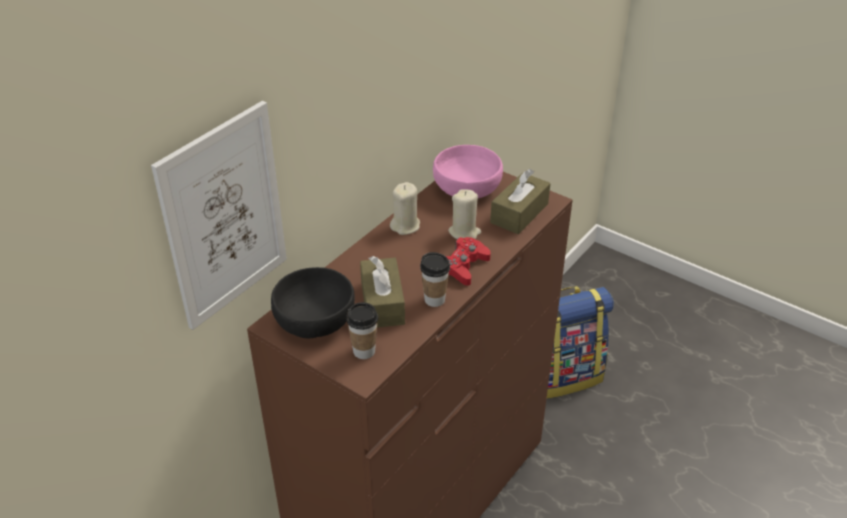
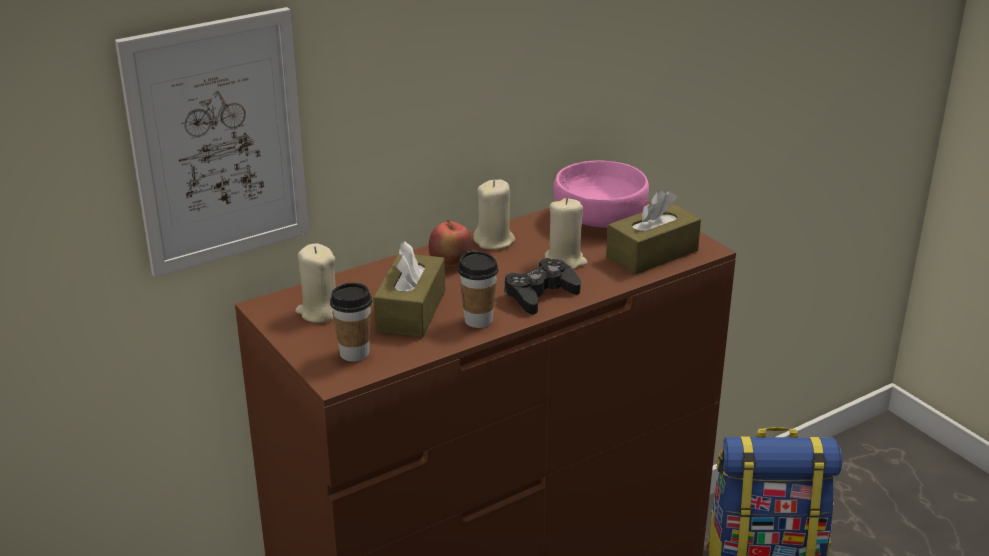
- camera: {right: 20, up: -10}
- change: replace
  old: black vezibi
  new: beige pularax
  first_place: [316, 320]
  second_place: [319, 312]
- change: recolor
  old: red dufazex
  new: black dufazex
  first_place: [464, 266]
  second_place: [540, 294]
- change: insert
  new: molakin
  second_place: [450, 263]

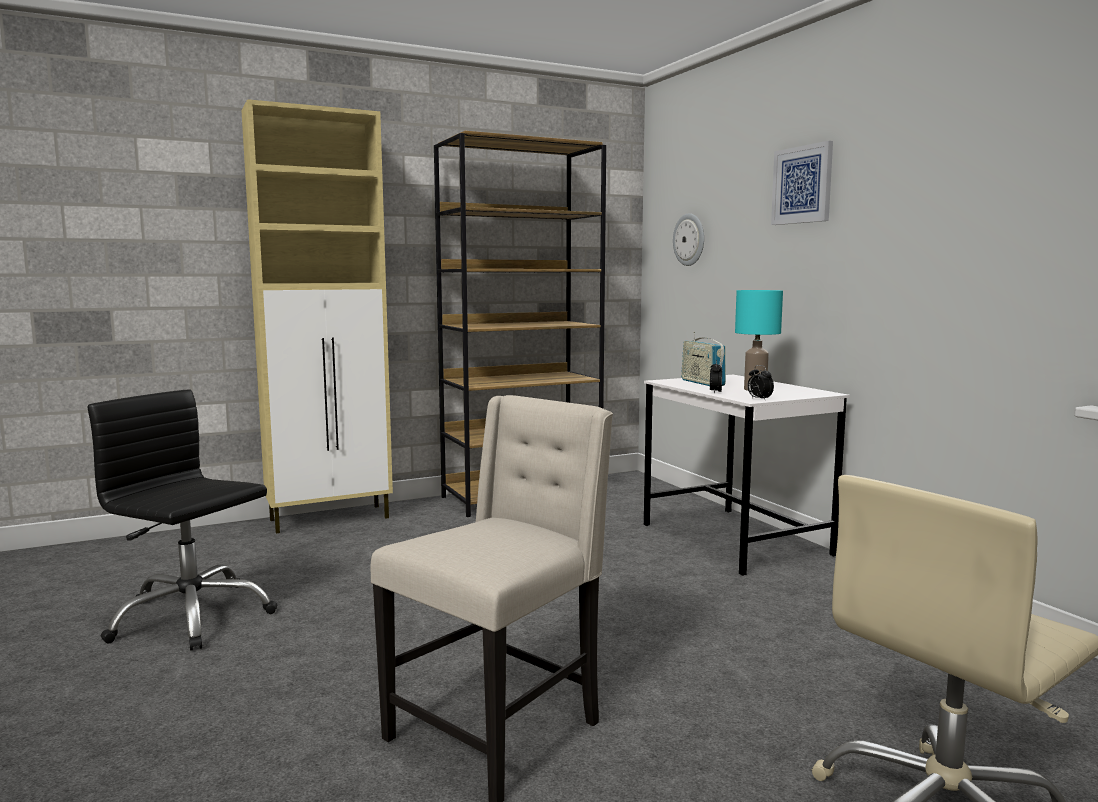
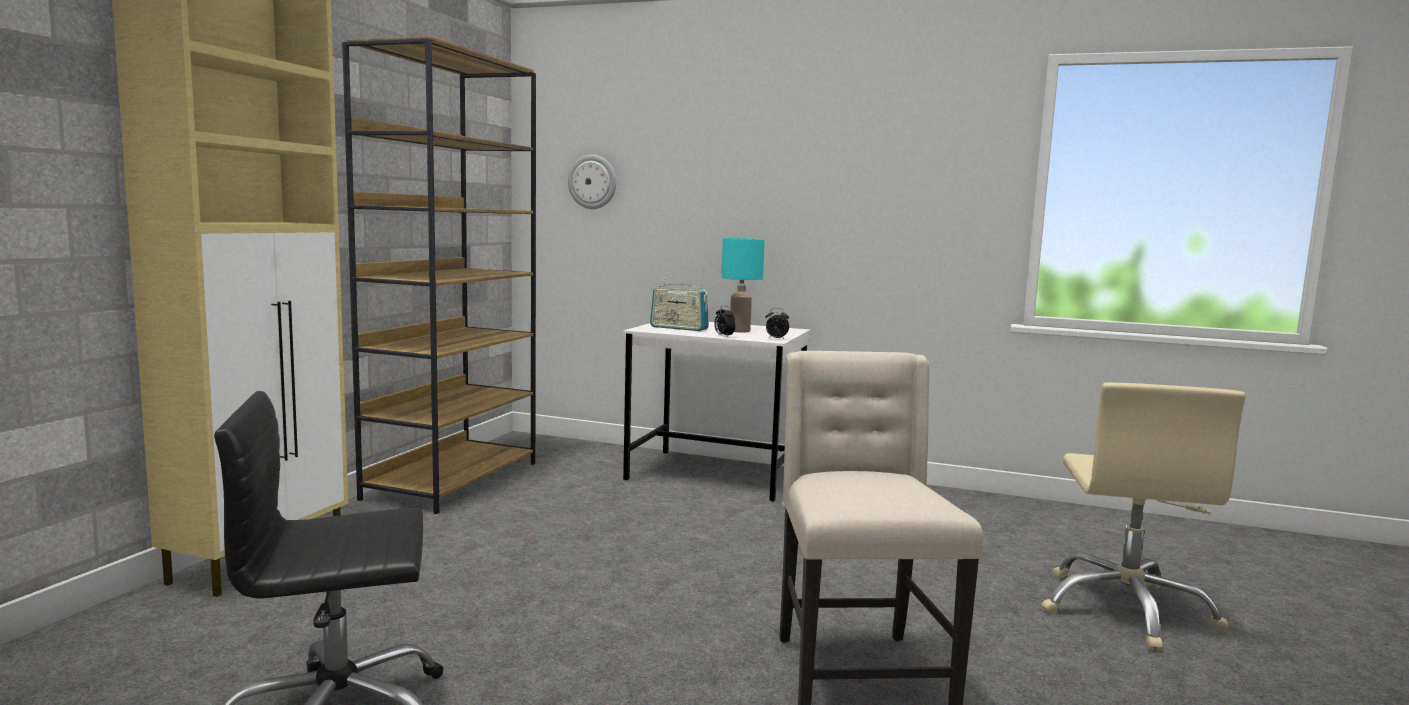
- camera: {right: -45, up: 0}
- change: delete
  old: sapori
  first_place: [802, 185]

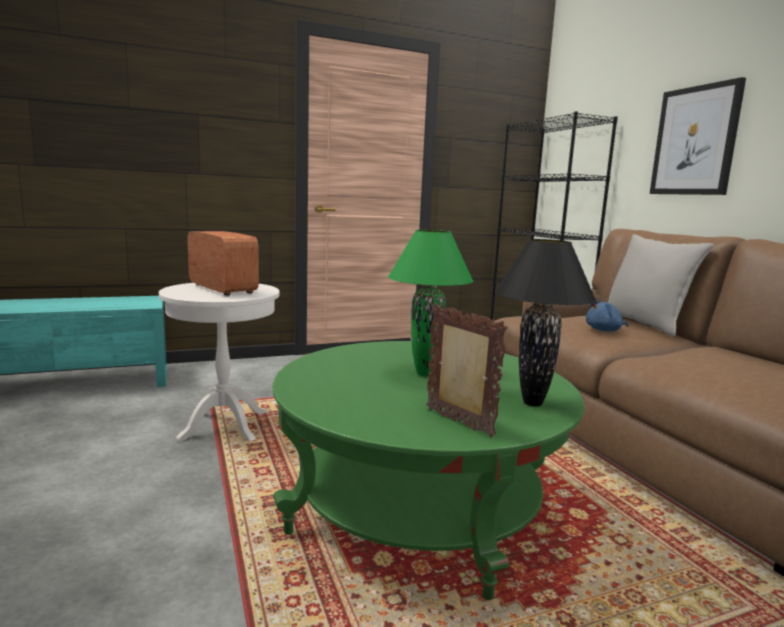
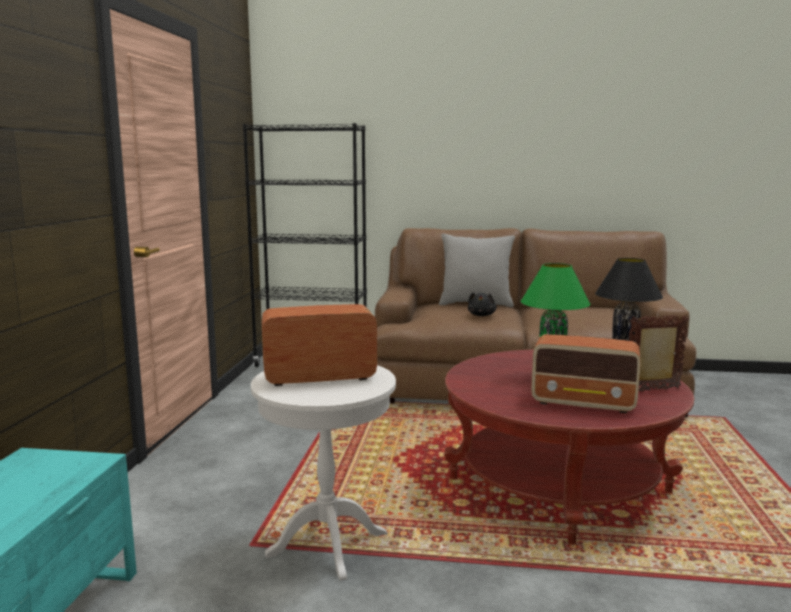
- camera: {right: -60, up: 0}
- change: recolor
  old: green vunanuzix
  new: red vunanuzix
  first_place: [418, 508]
  second_place: [559, 486]
- change: recolor
  old: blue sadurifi
  new: black sadurifi
  first_place: [605, 330]
  second_place: [481, 315]
- change: delete
  old: sapori
  first_place: [695, 141]
- change: insert
  new: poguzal
  second_place: [584, 403]

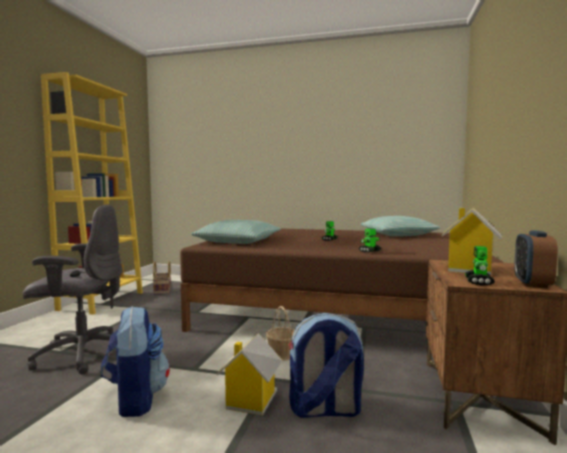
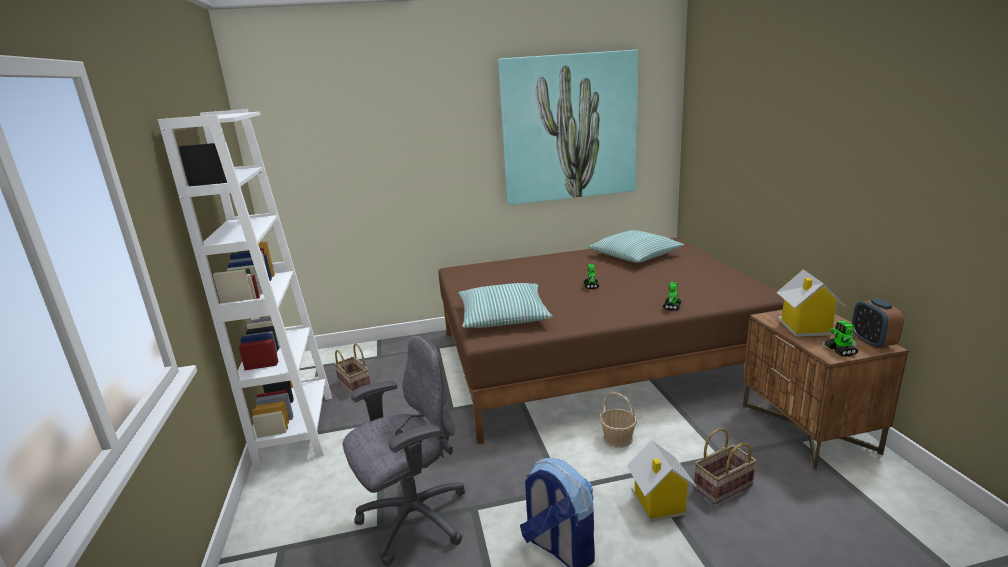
- camera: {right: -25, up: 15}
- change: recolor
  old: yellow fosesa
  new: white fosesa
  first_place: [102, 301]
  second_place: [296, 429]
- change: replace
  old: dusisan
  new: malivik
  first_place: [324, 410]
  second_place: [723, 488]
- change: insert
  new: sapori
  second_place: [569, 128]

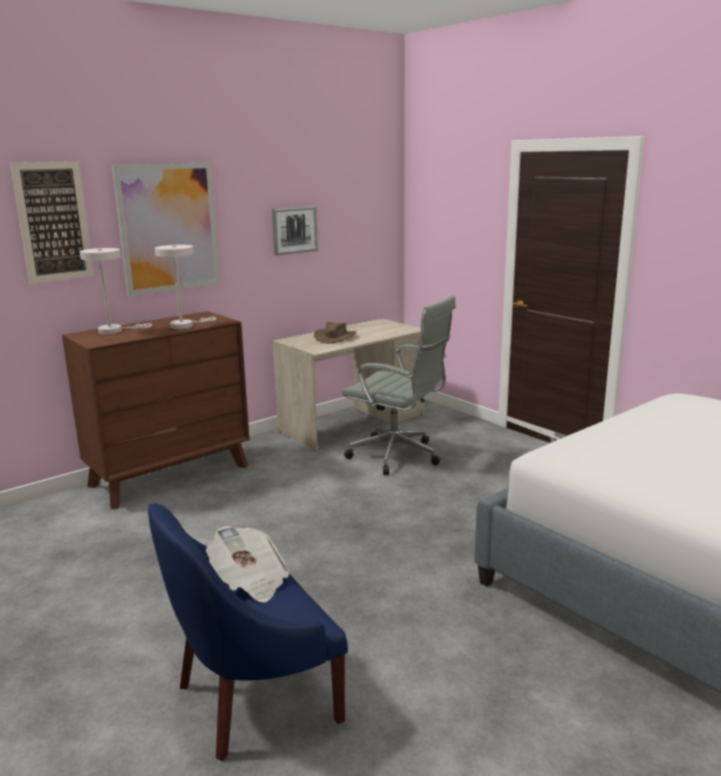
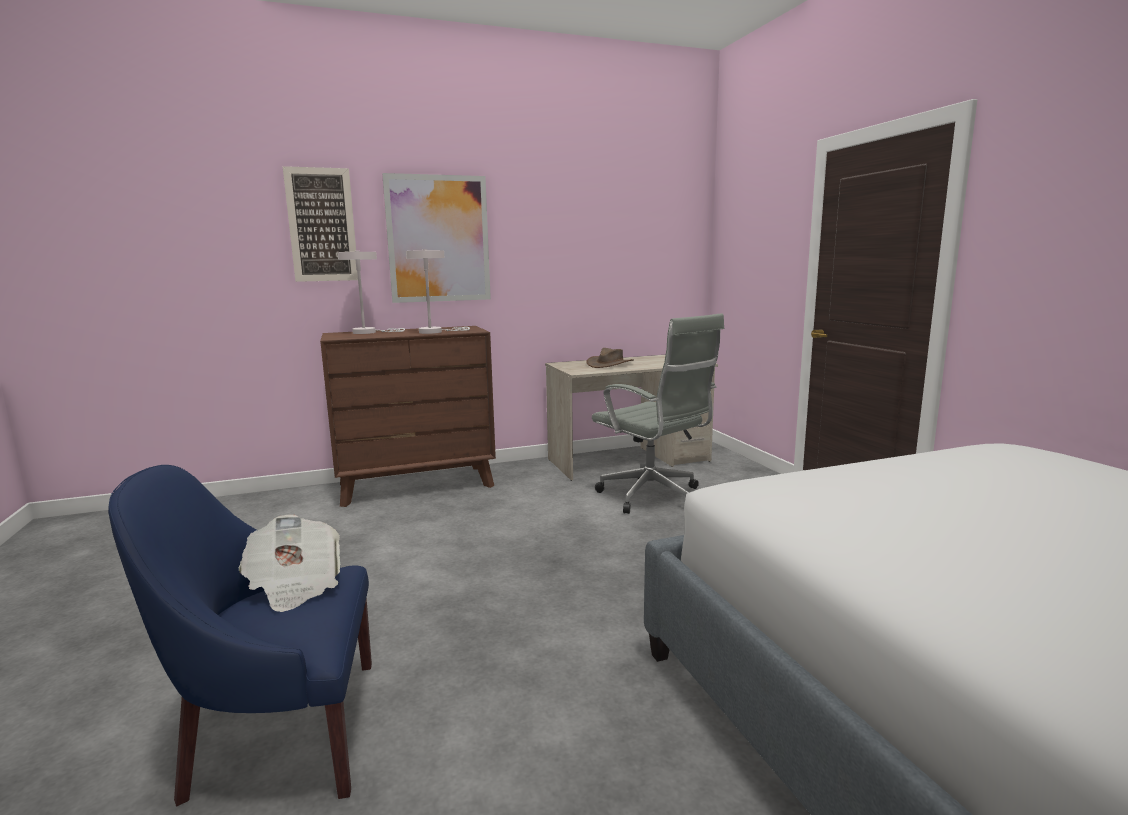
- camera: {right: 20, up: -5}
- change: delete
  old: sapori
  first_place: [294, 230]

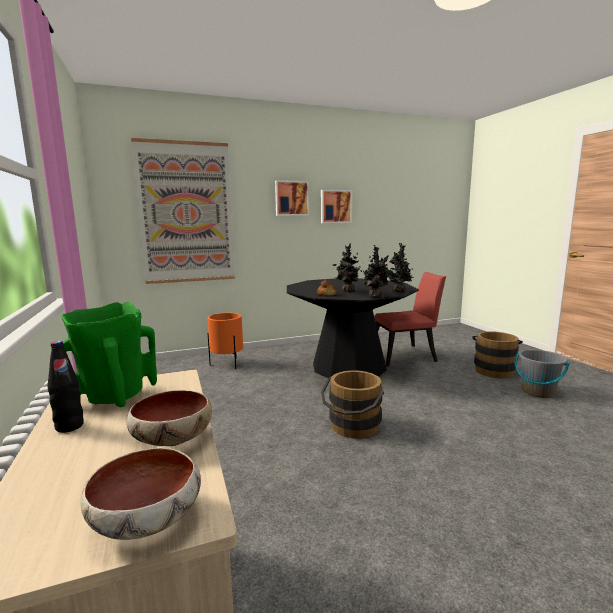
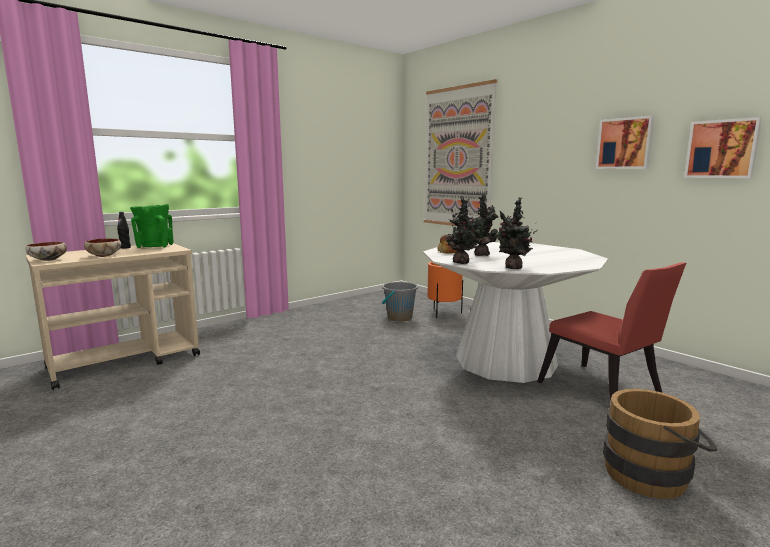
- camera: {right: 70, up: 0}
- change: move
  old: sapori
  first_place: [291, 198]
  second_place: [722, 149]
- change: recolor
  old: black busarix
  new: white busarix
  first_place: [349, 366]
  second_place: [505, 361]
- change: delete
  old: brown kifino
  first_place: [352, 428]
- change: move
  old: grey kifino
  first_place: [537, 392]
  second_place: [399, 318]

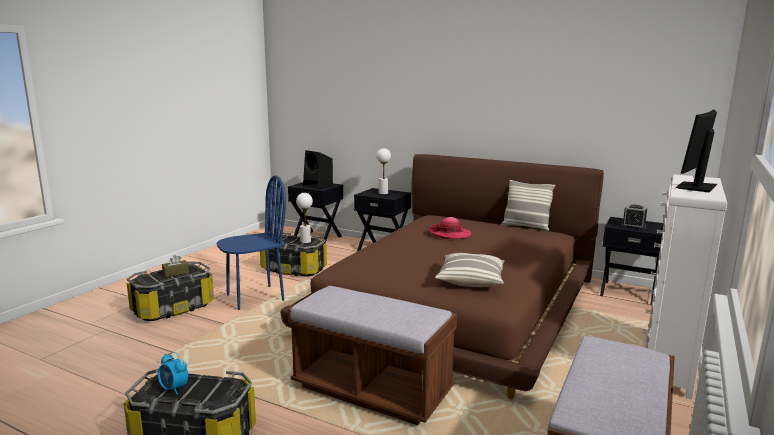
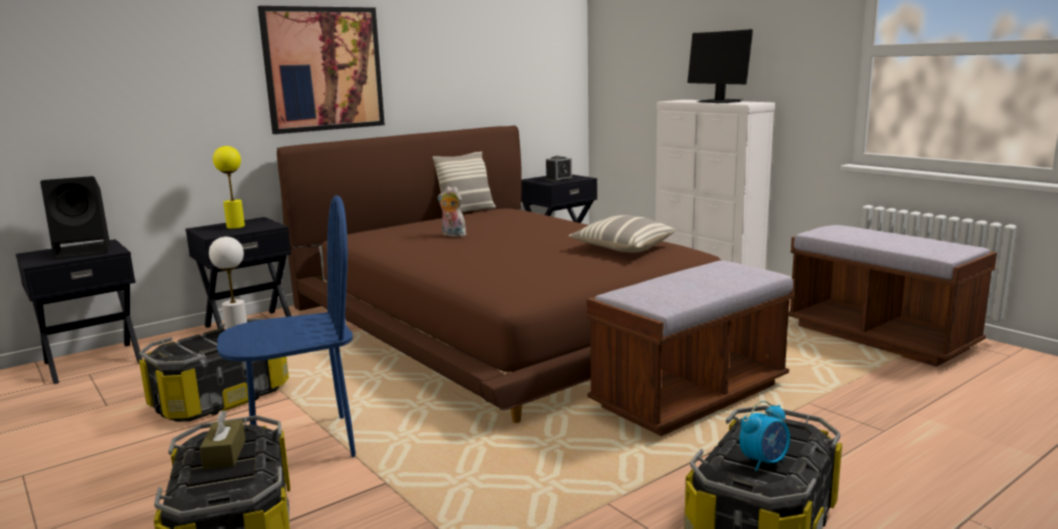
- camera: {right: -65, up: 0}
- change: rotate
  old: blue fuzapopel
  first_place: [255, 297]
  second_place: [302, 445]
  degrees: 75
- change: recolor
  old: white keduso
  new: yellow keduso
  first_place: [383, 193]
  second_place: [236, 226]
- change: replace
  old: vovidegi
  new: sadurifi
  first_place: [449, 234]
  second_place: [452, 235]
- change: insert
  new: sapori
  second_place: [323, 69]

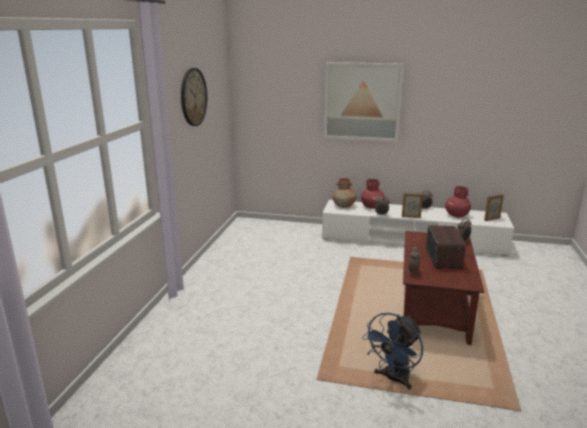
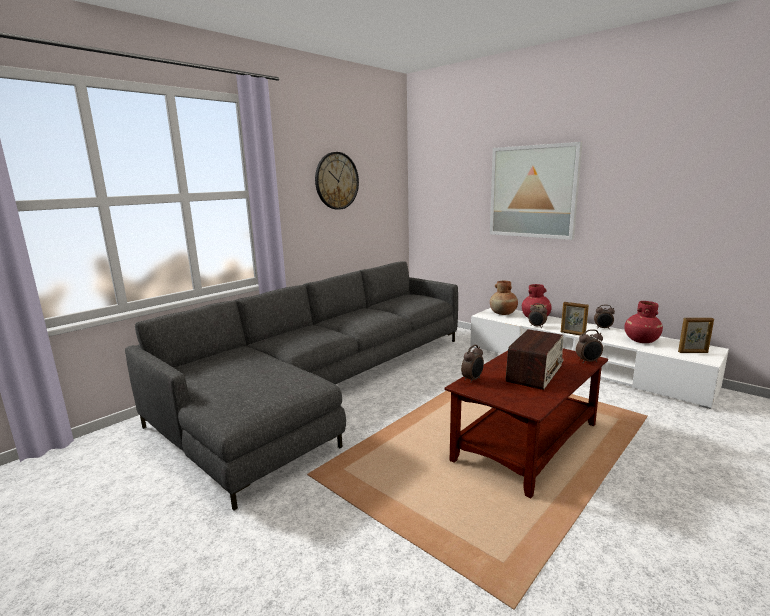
- camera: {right: 30, up: -5}
- change: delete
  old: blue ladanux
  first_place: [393, 379]
- change: insert
  new: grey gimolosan
  second_place: [322, 387]

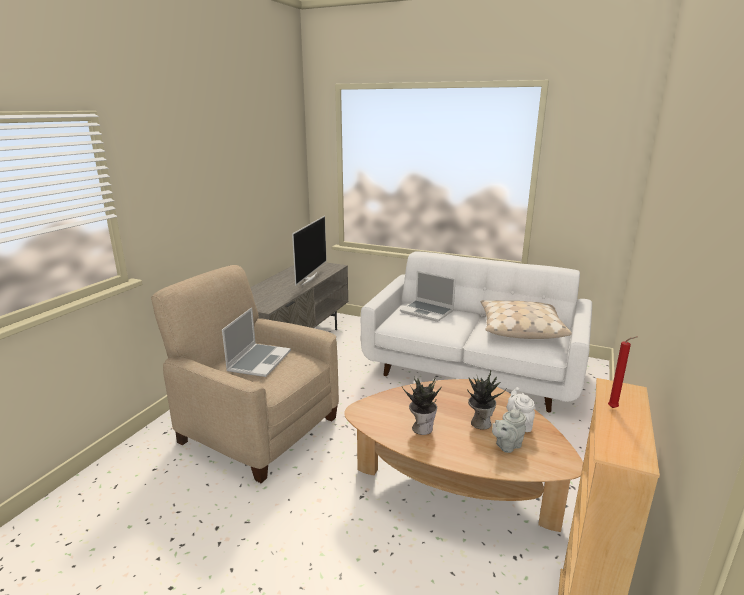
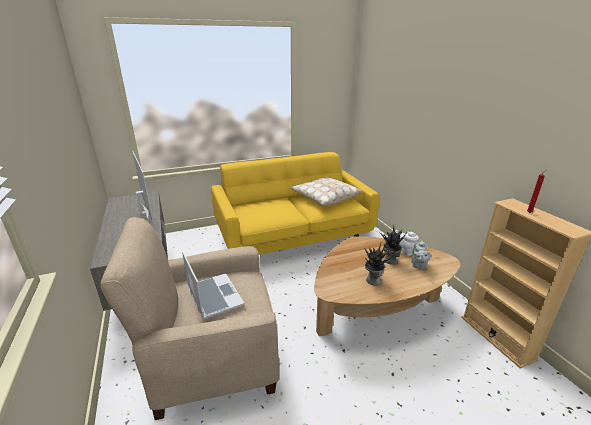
- camera: {right: -45, up: 5}
- change: recolor
  old: white gimolosan
  new: yellow gimolosan
  first_place: [473, 369]
  second_place: [293, 236]
- change: delete
  old: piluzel
  first_place: [427, 311]

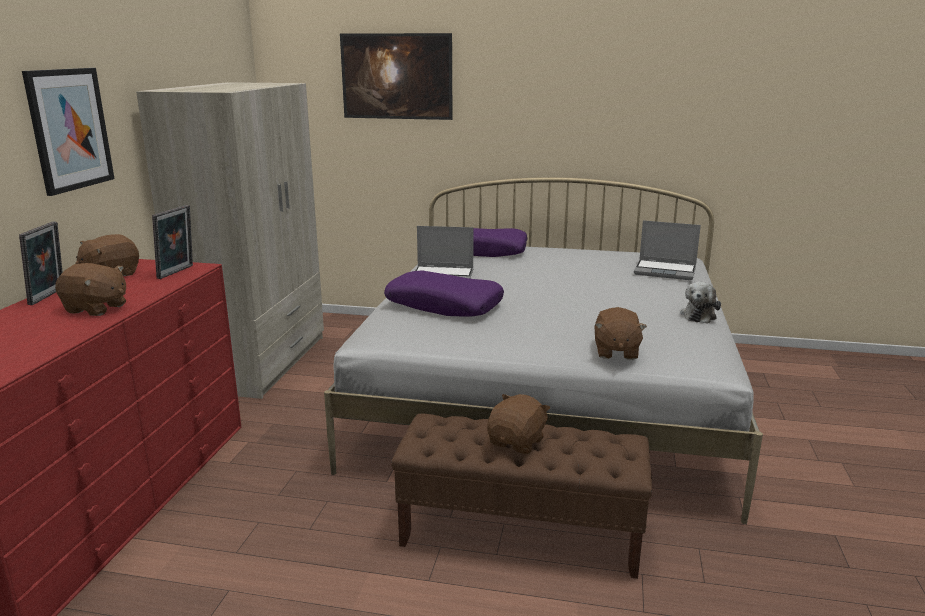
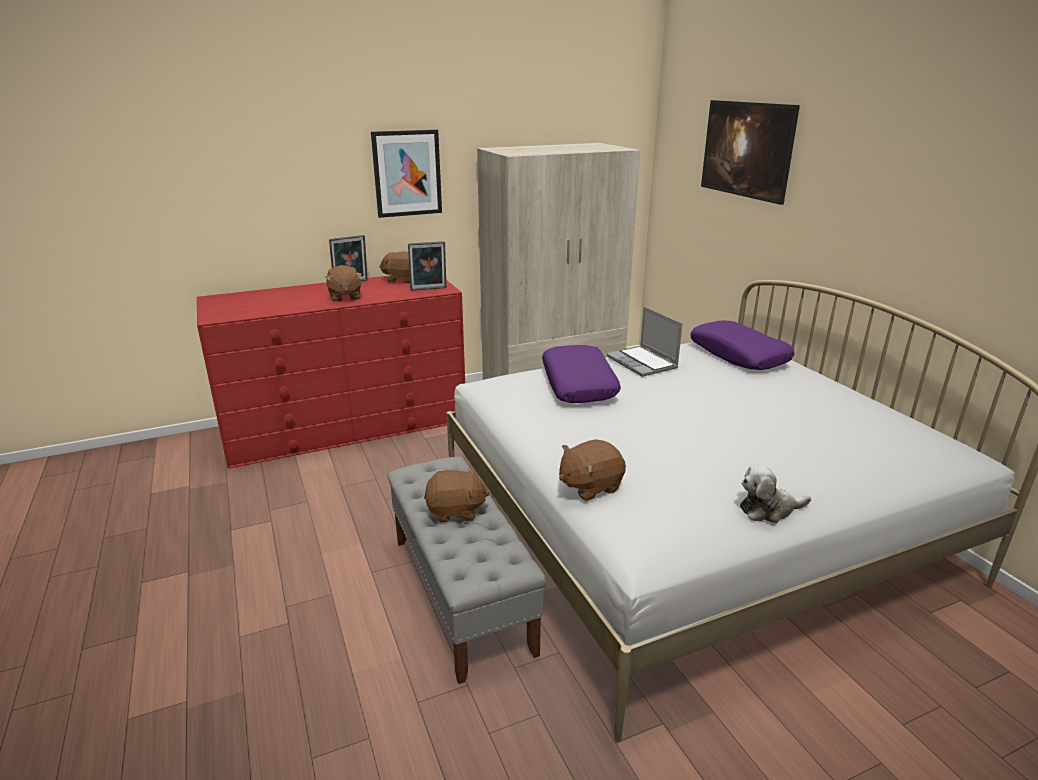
- camera: {right: 55, up: 5}
- change: recolor
  old: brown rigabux
  new: grey rigabux
  first_place: [521, 534]
  second_place: [461, 593]
- change: delete
  old: piluzel
  first_place: [666, 271]

